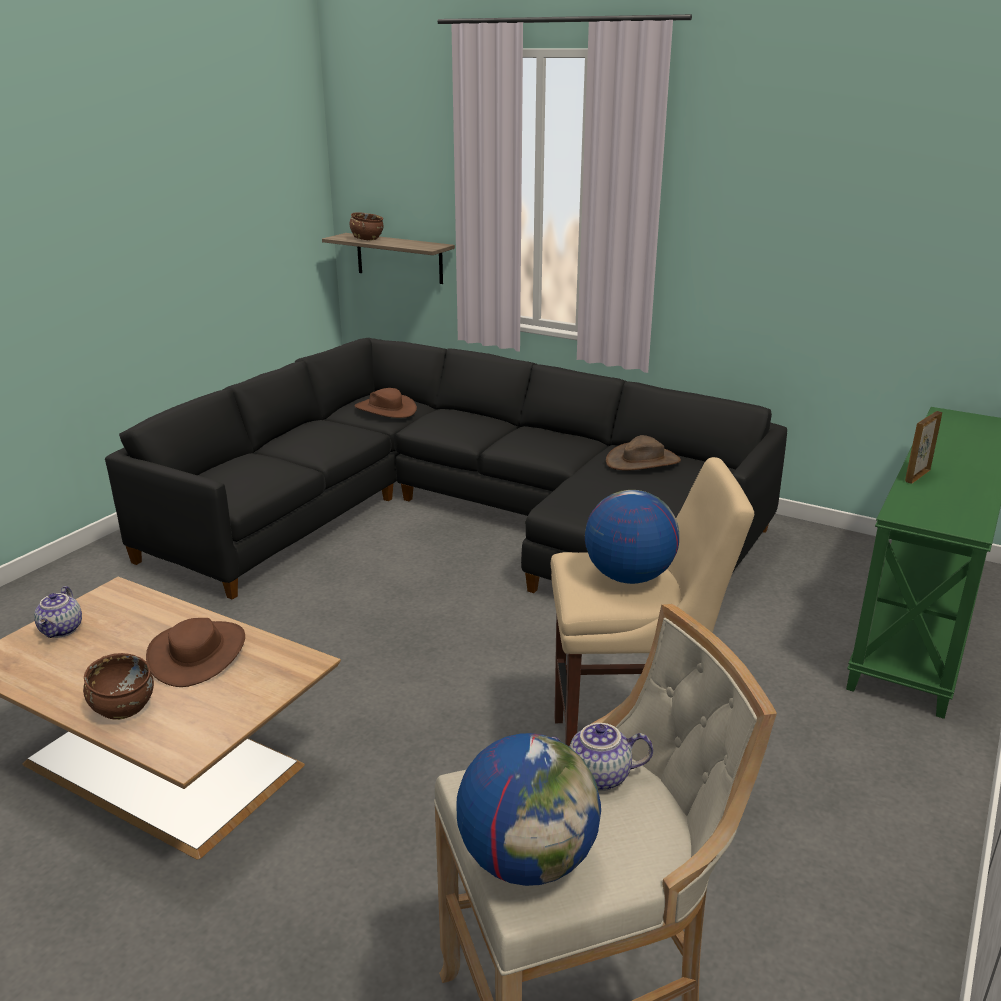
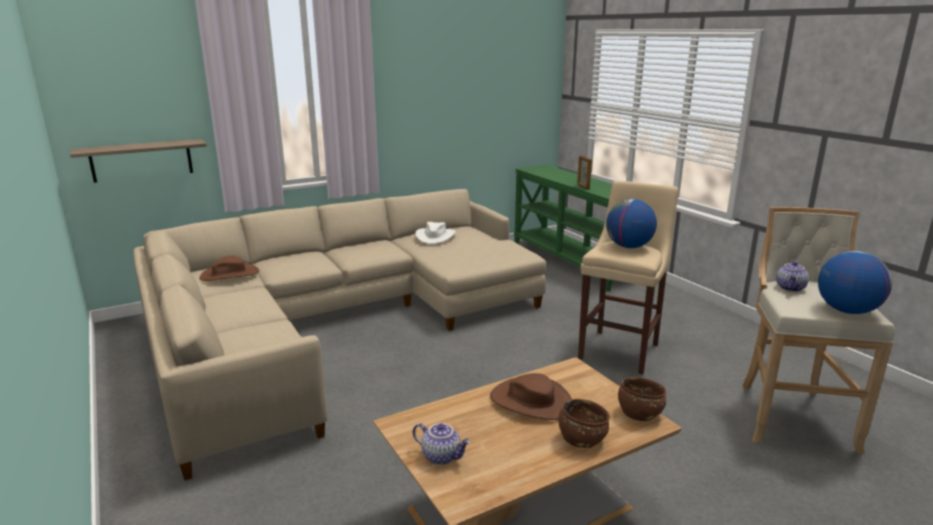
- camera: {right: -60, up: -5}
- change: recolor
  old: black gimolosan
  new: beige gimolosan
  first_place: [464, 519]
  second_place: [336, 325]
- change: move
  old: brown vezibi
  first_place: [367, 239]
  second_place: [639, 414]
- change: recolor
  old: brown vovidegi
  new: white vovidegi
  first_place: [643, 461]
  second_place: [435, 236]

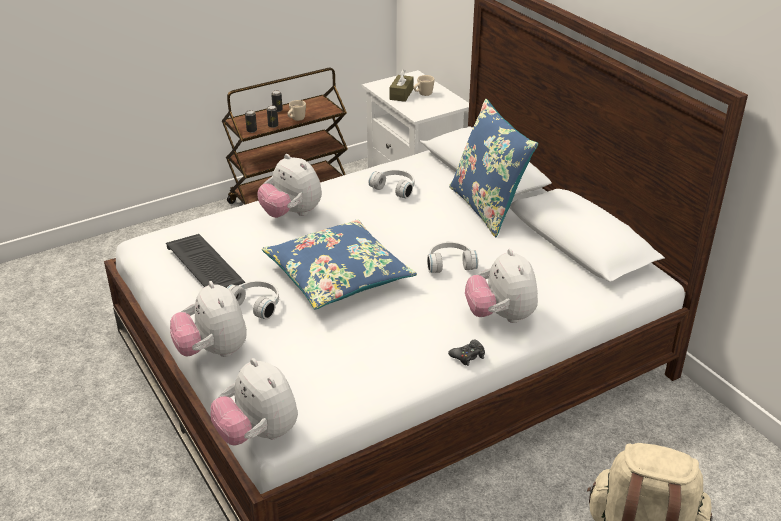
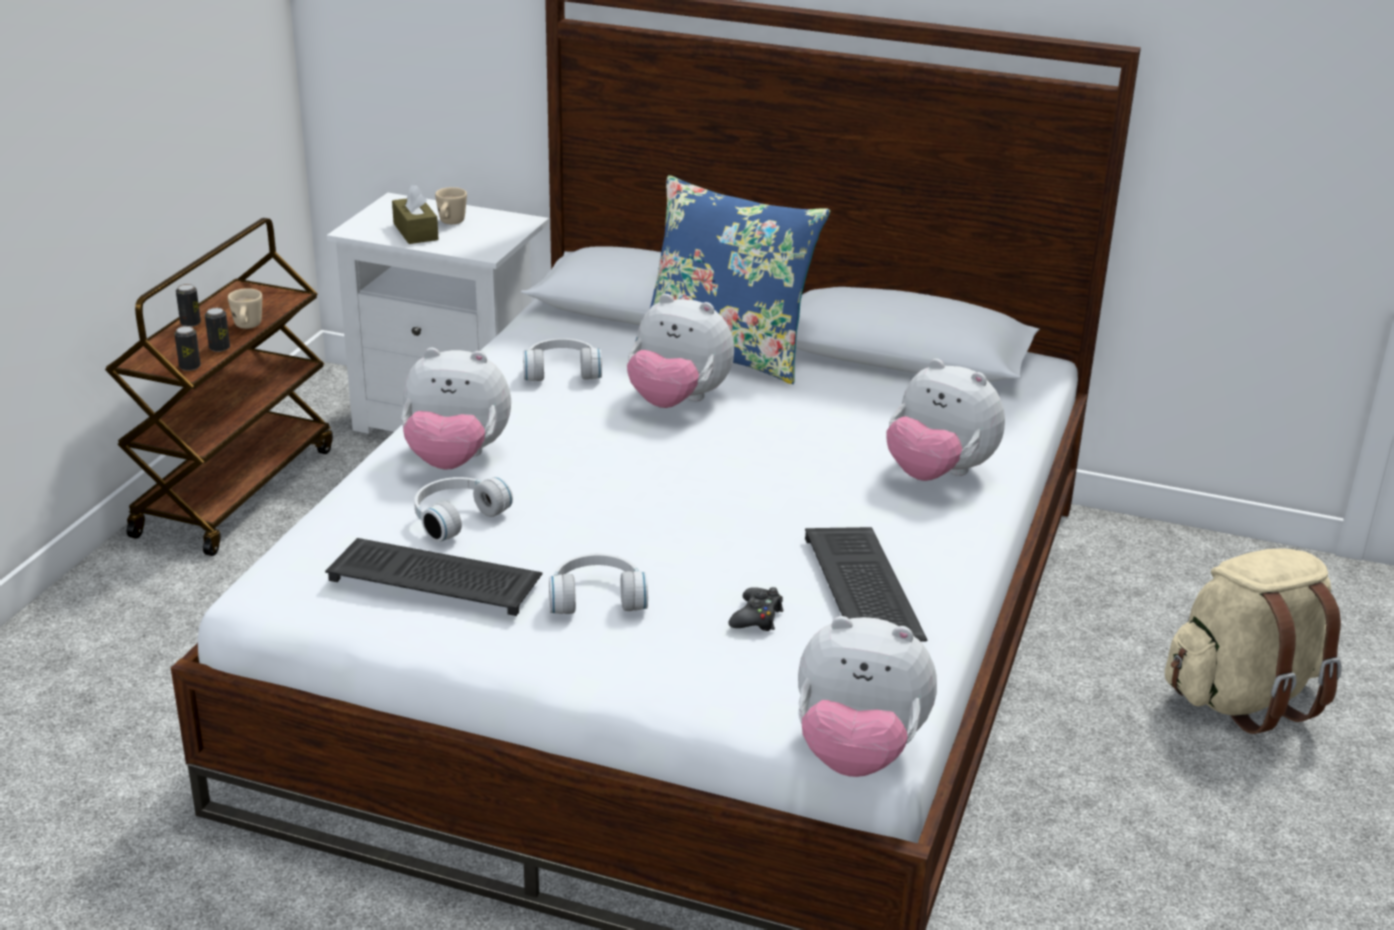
- camera: {right: -40, up: -5}
- change: move
  old: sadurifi
  first_place: [213, 351]
  second_place: [677, 401]
- change: delete
  old: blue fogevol
  first_place: [338, 276]
- change: move
  old: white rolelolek
  first_place: [450, 263]
  second_place: [455, 517]
- change: move
  old: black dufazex
  first_place: [468, 356]
  second_place: [757, 617]
- change: insert
  new: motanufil
  second_place: [865, 590]

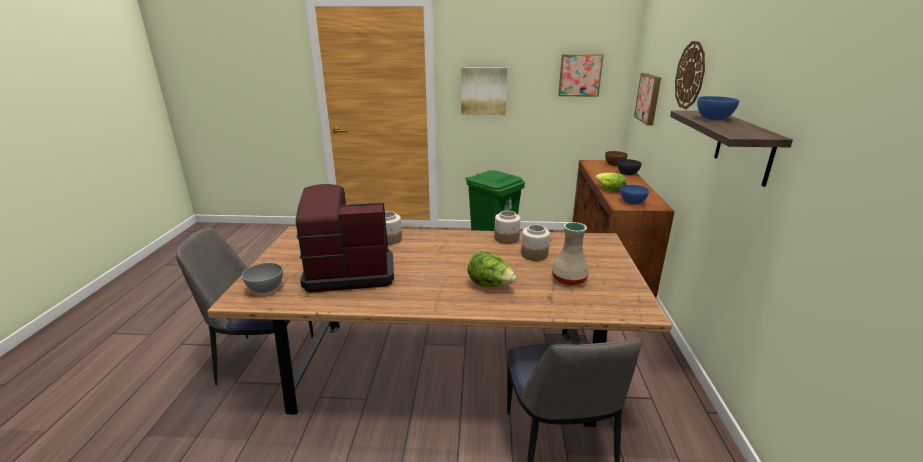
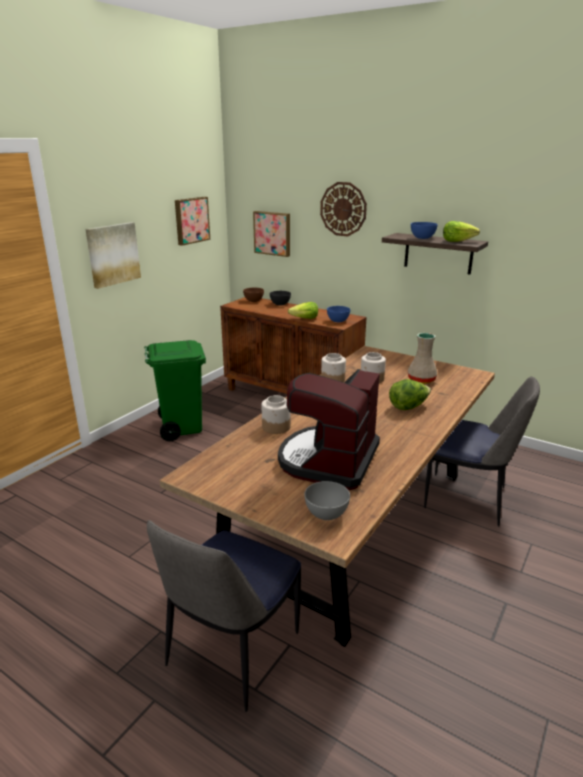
- camera: {right: -60, up: 0}
- change: insert
  new: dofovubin
  second_place: [458, 241]

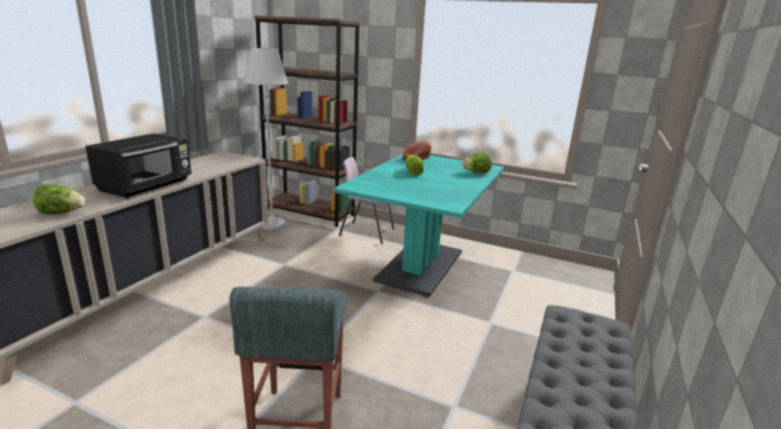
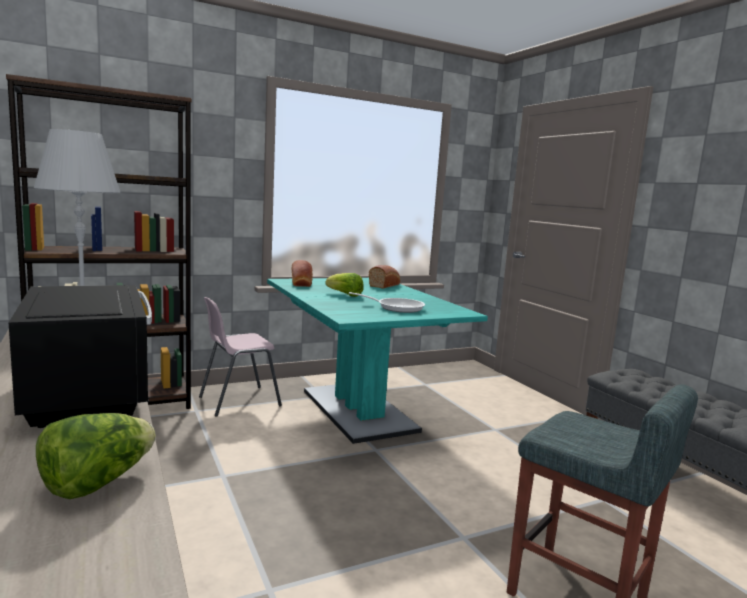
- camera: {right: -50, up: -10}
- change: replace
  old: dofovubin
  new: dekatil
  first_place: [476, 172]
  second_place: [385, 285]
- change: insert
  new: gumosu
  second_place: [396, 307]

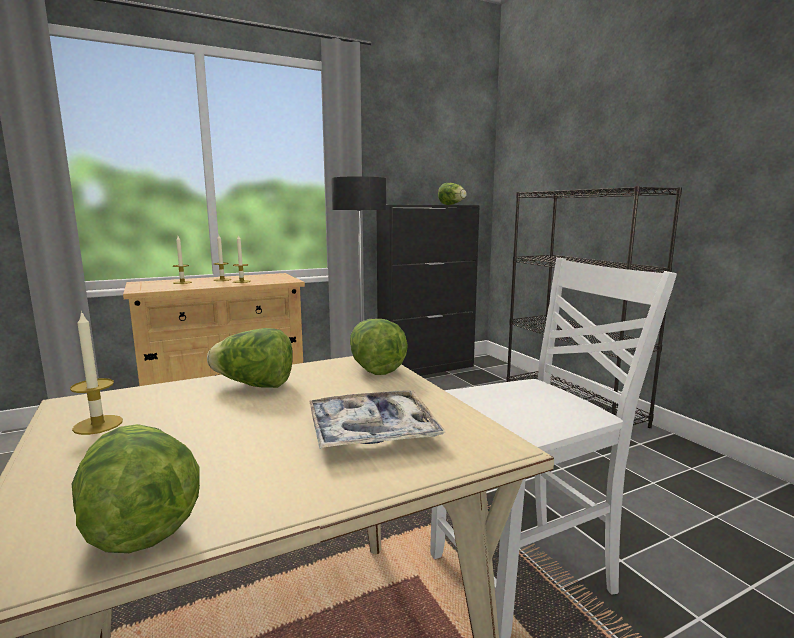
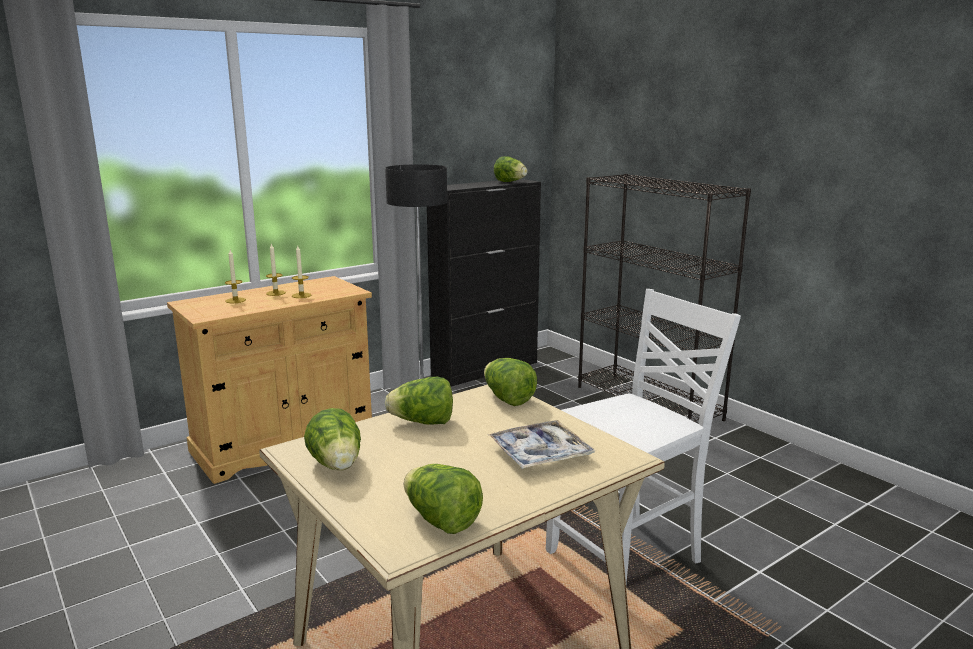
- camera: {right: -10, up: 5}
- change: replace
  old: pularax
  new: dofovubin
  first_place: [98, 425]
  second_place: [337, 465]

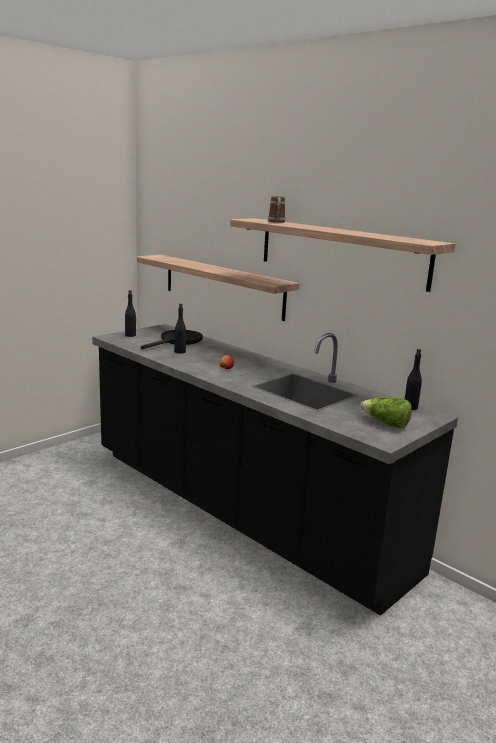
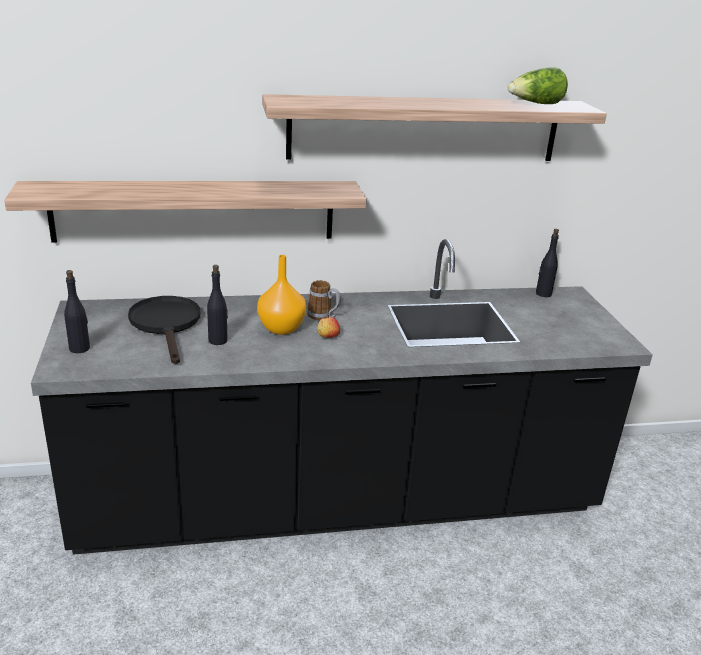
- camera: {right: -55, up: 10}
- change: move
  old: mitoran
  first_place: [276, 222]
  second_place: [323, 316]
- change: move
  old: dofovubin
  first_place: [386, 424]
  second_place: [535, 104]
- change: insert
  new: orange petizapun
  second_place: [281, 328]

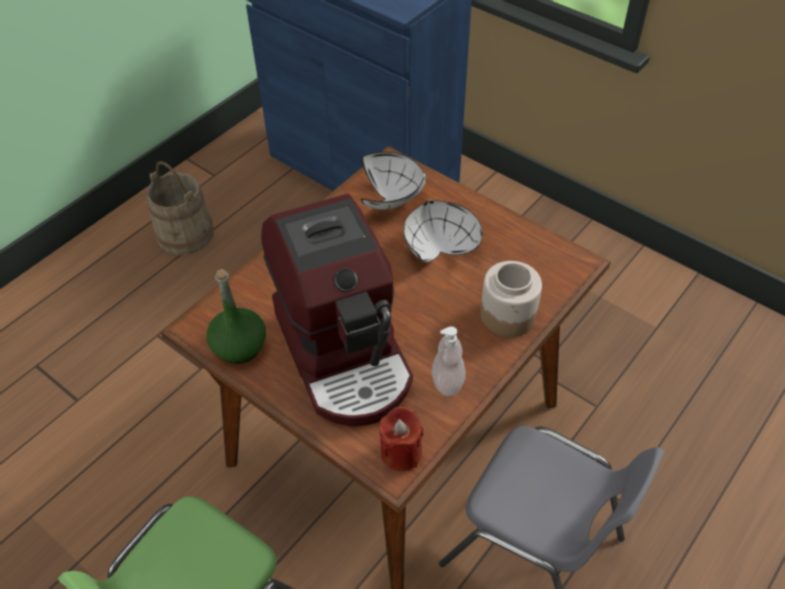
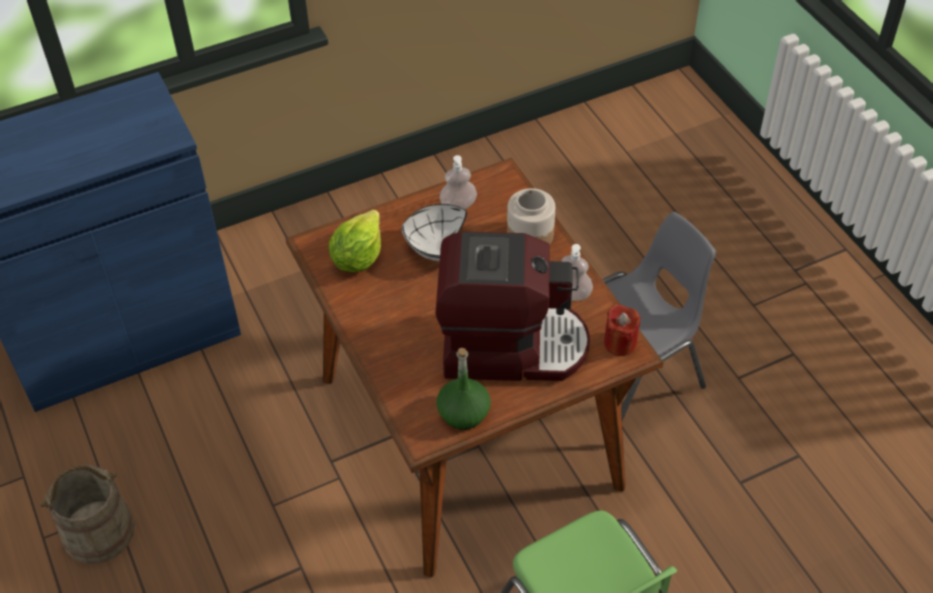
- camera: {right: -65, up: 0}
- change: replace
  old: white vezibi
  new: dofovubin
  first_place: [393, 198]
  second_place: [358, 257]
- change: insert
  new: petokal
  second_place: [458, 205]

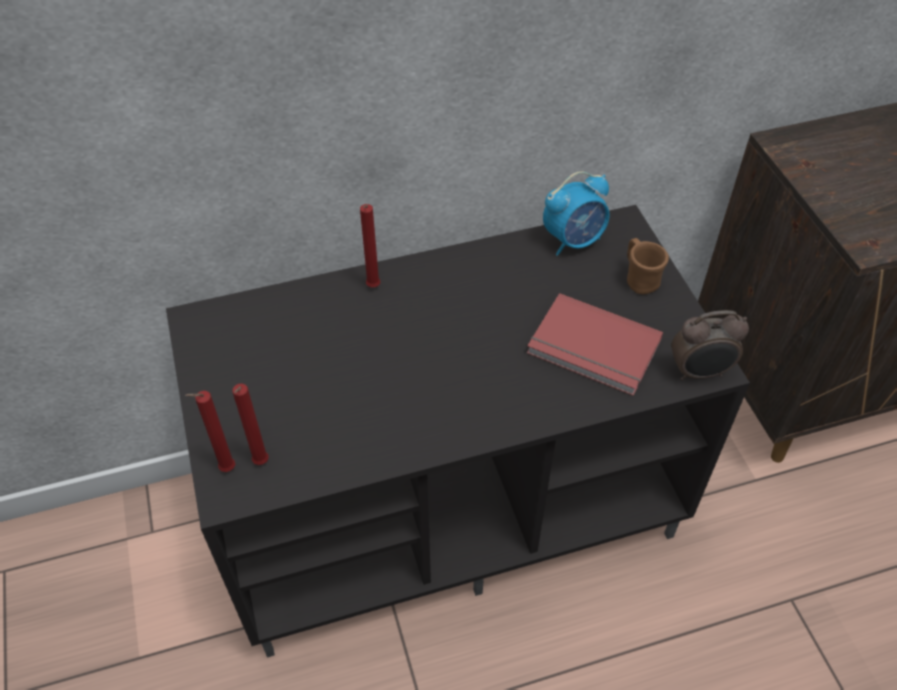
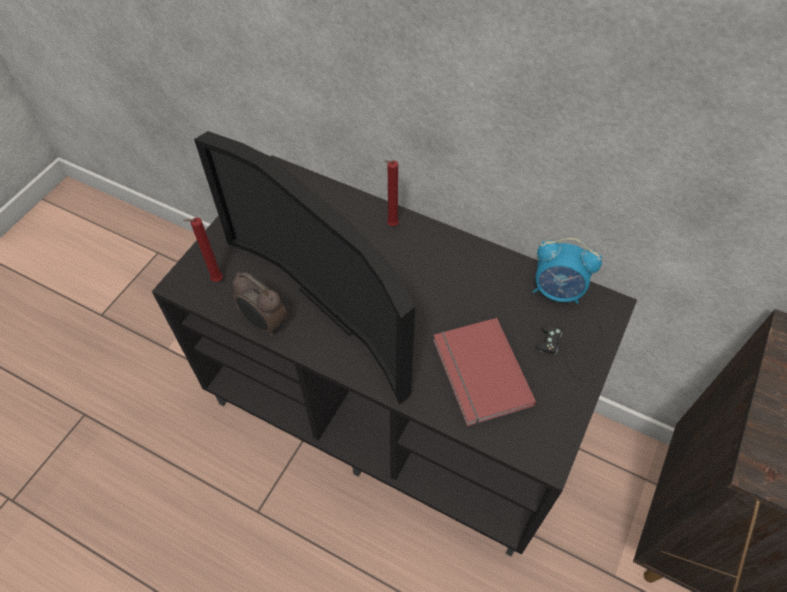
- camera: {right: 45, up: 5}
- change: delete
  old: red pularax
  first_place: [225, 469]
- change: replace
  old: brown mitoran
  new: black dufazex
  first_place: [639, 279]
  second_place: [571, 353]
- change: move
  old: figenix
  first_place: [700, 372]
  second_place: [264, 323]
- change: insert
  new: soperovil
  second_place: [339, 298]

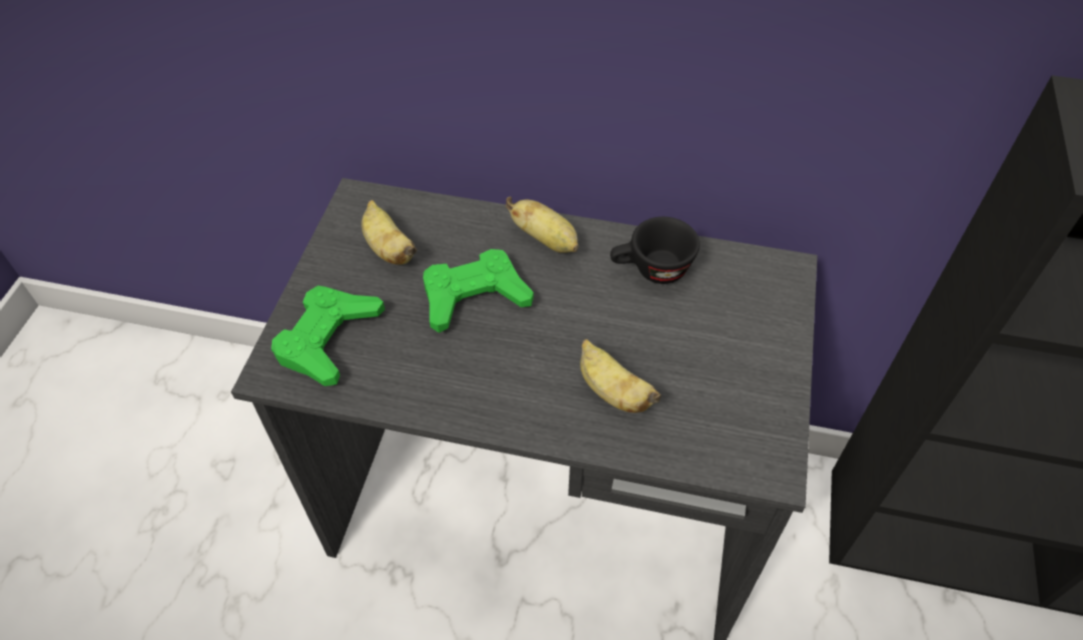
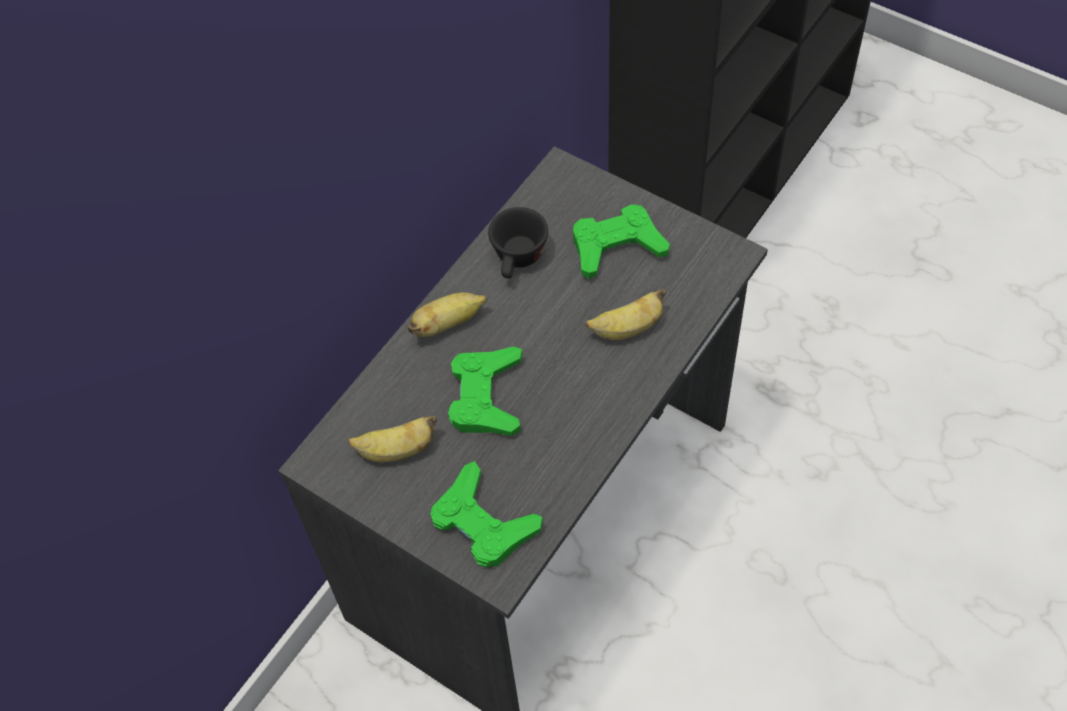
- camera: {right: -65, up: 5}
- change: insert
  new: green dufazex
  second_place: [616, 246]

